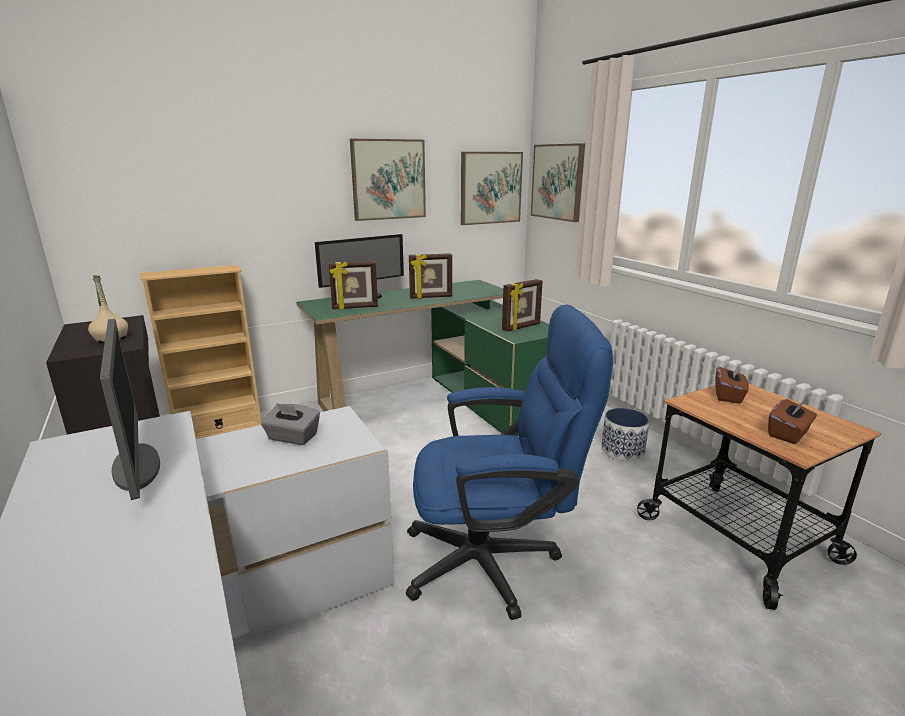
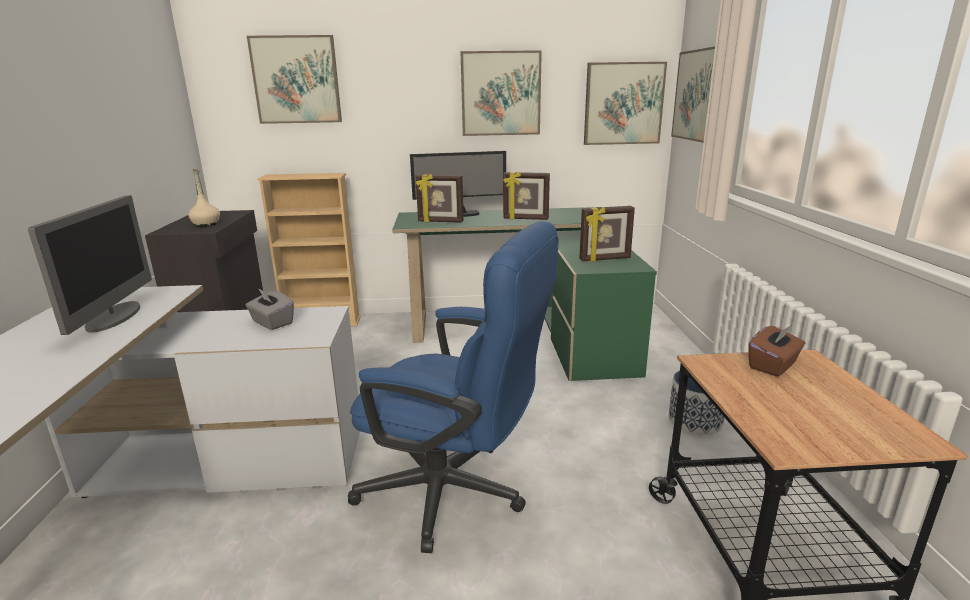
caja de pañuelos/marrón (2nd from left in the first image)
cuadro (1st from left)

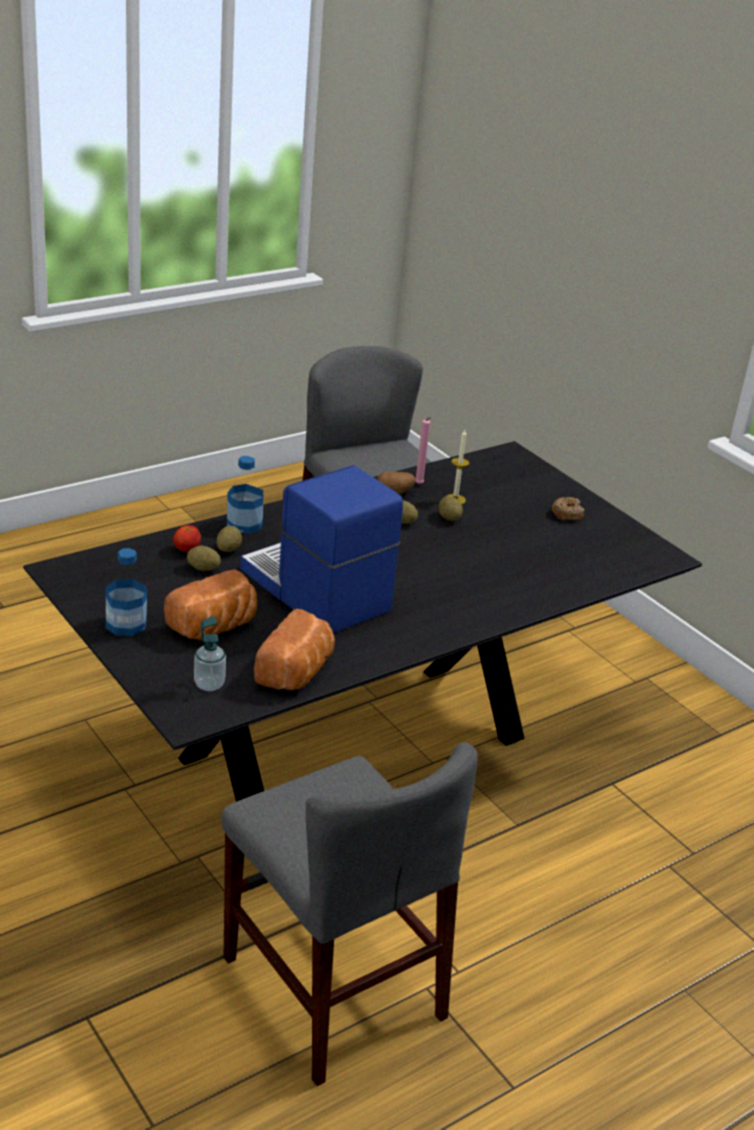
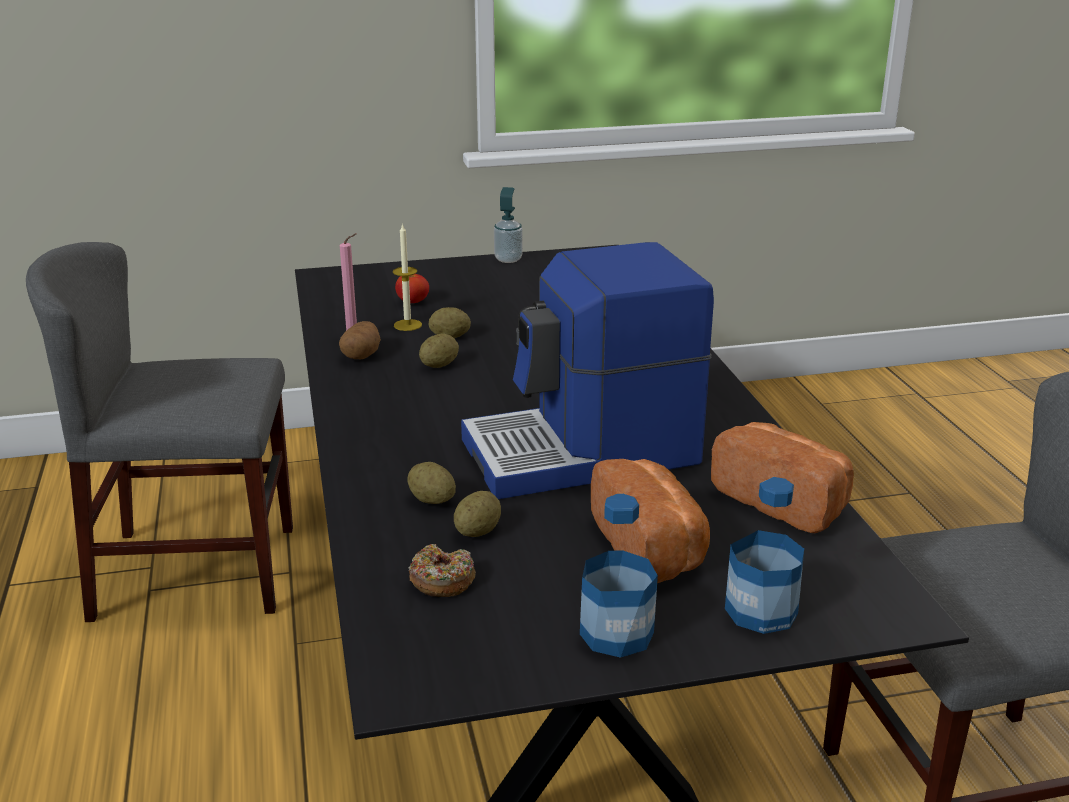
tomate
dispensador de jabón
botella (2nd from left)
rosquilla

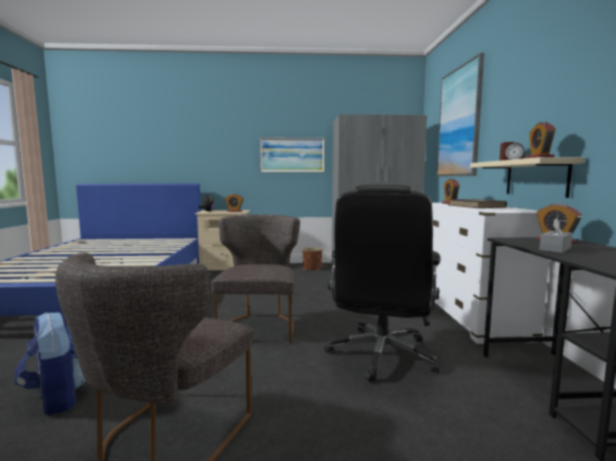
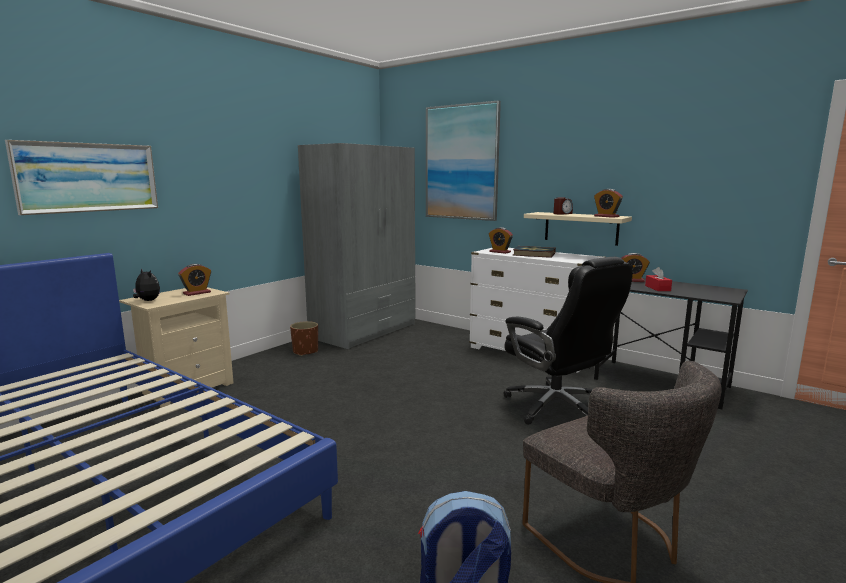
silla/gris (2nd from left in the first image)
cuadro (1st from left)
caja de pañuelos/rojo

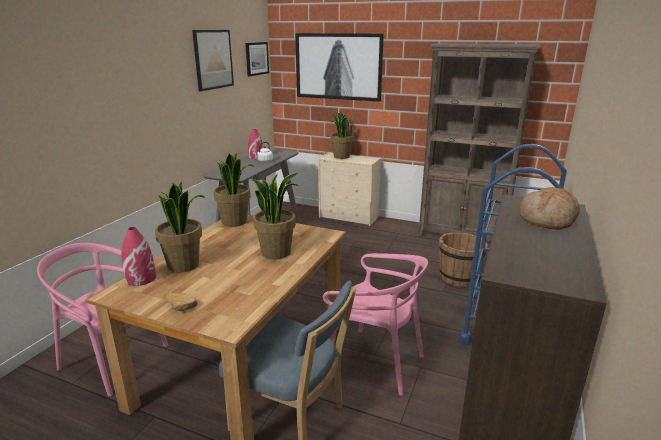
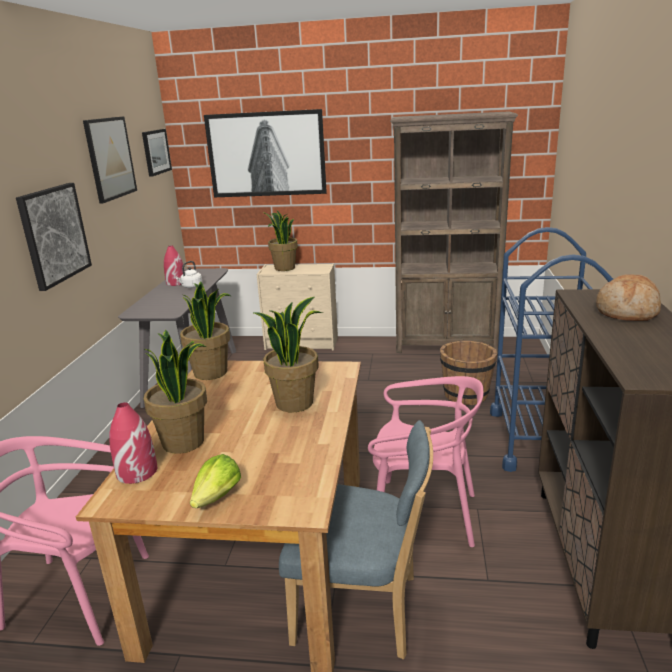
cuadro (1st from left)
lechuga

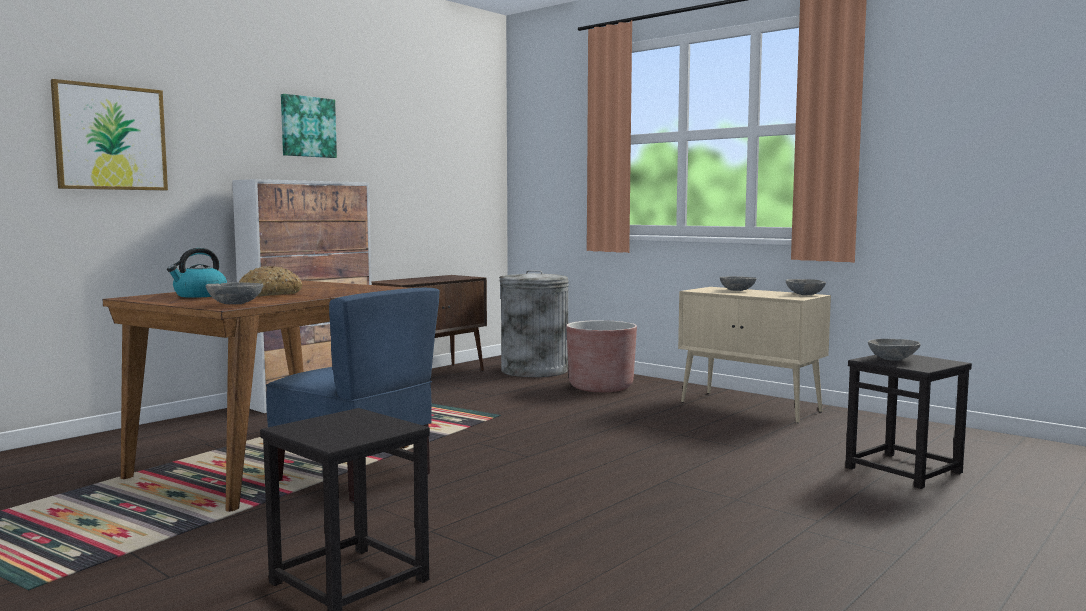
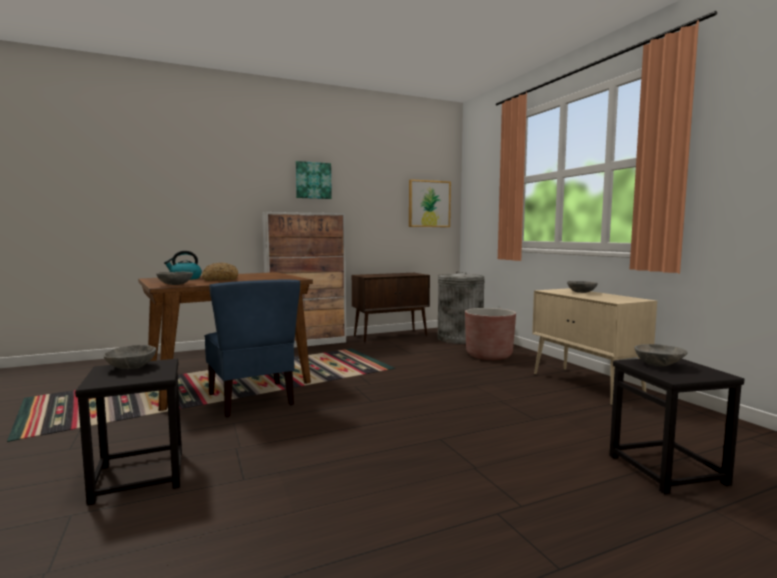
cuadro (2nd from left)
cuenco/gris (1st from left)

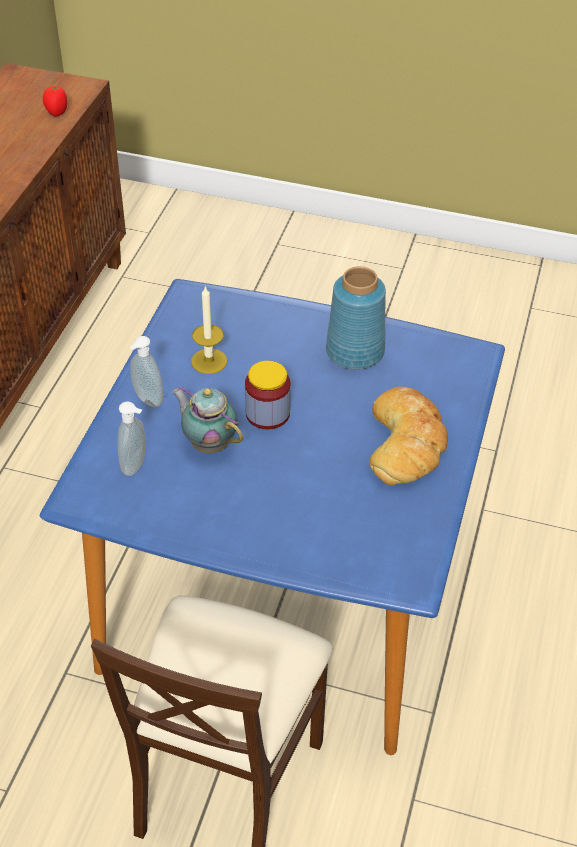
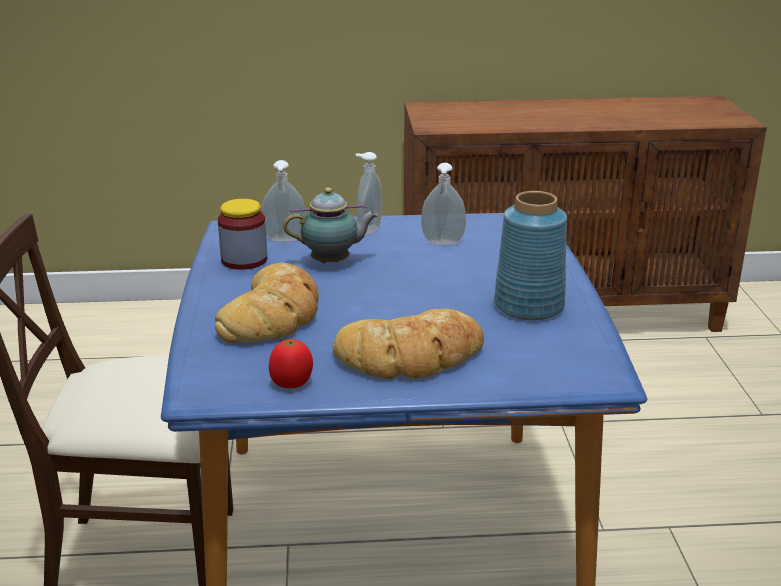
pan (1st from left)
tomate
tarro
dispensador de jabón (3rd from left)
tetera

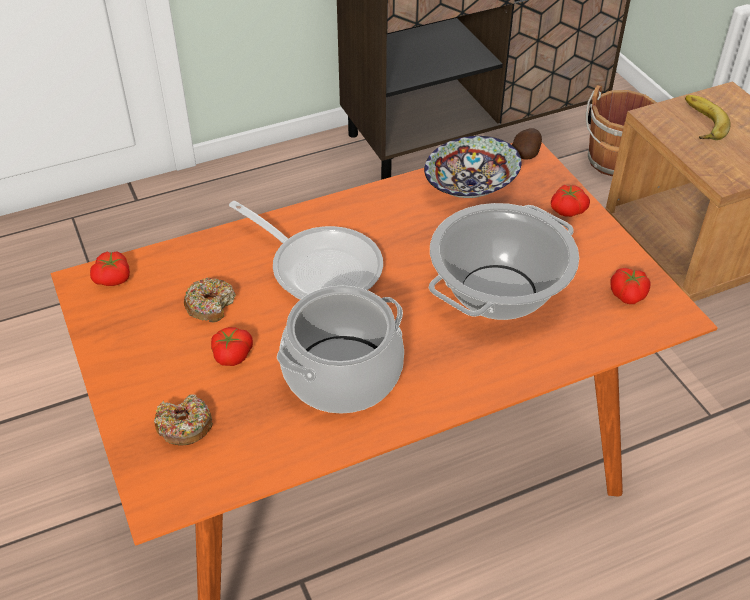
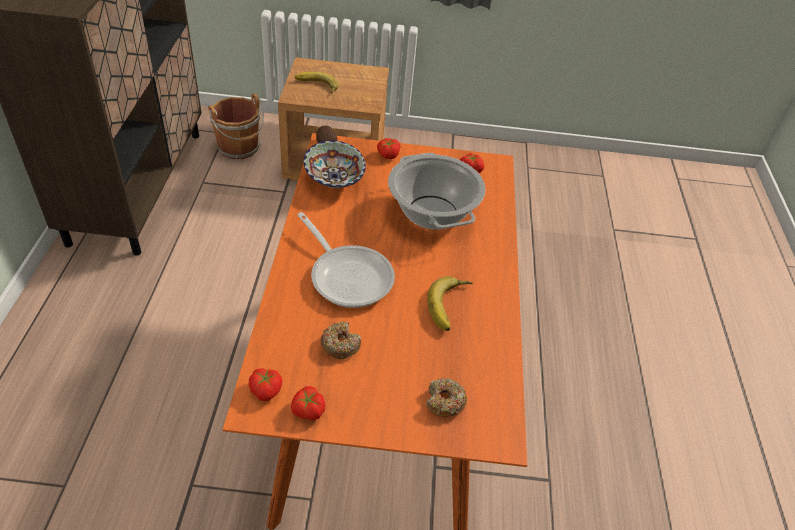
tomate (2nd from left)
plátano (2nd from left)
sartén

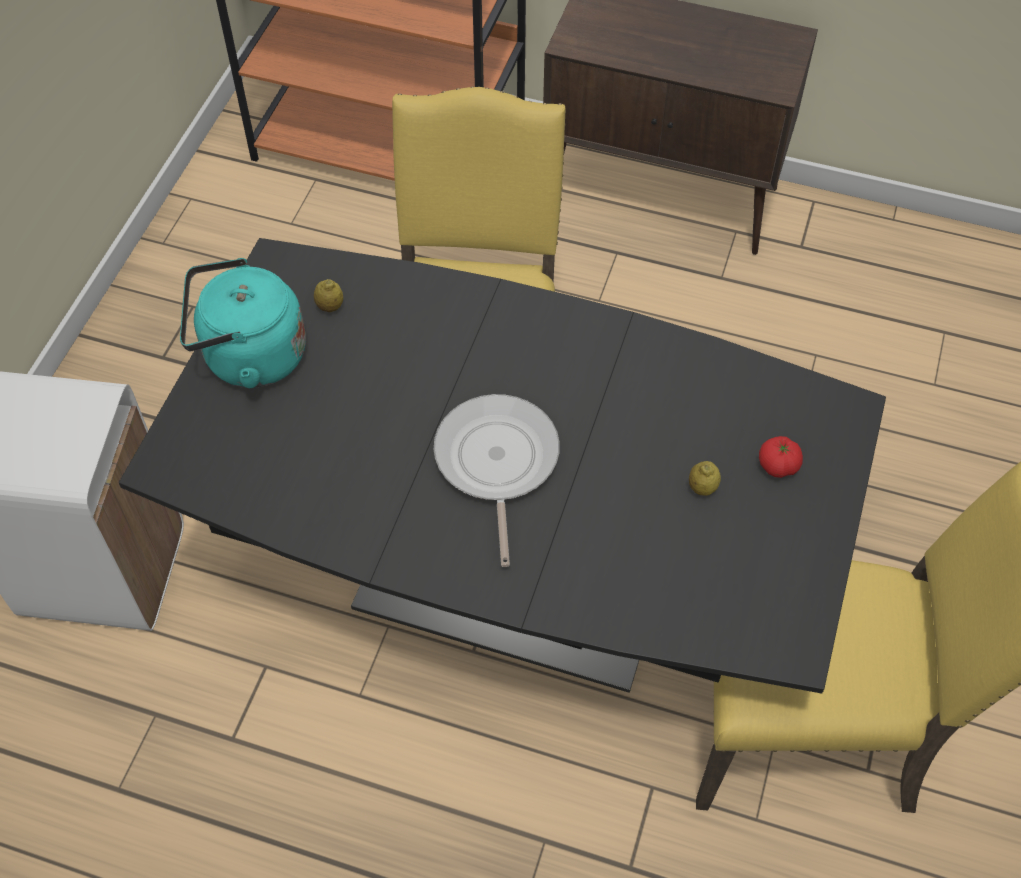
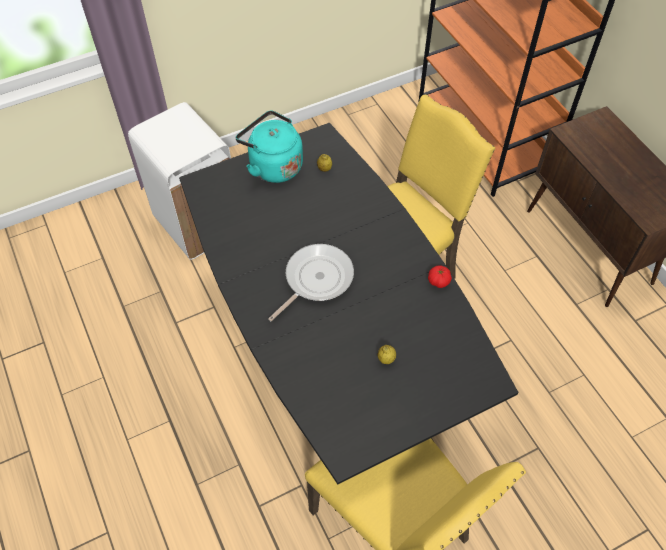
tomate

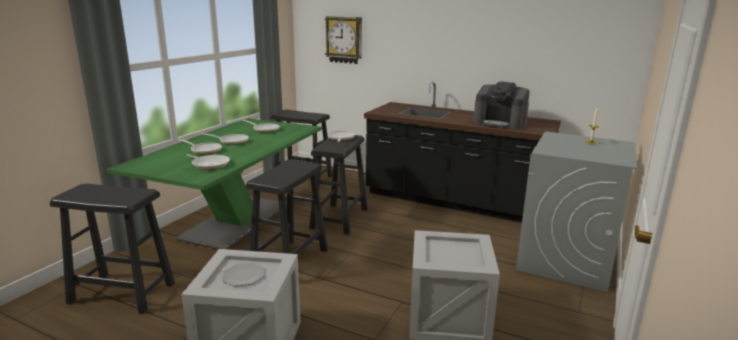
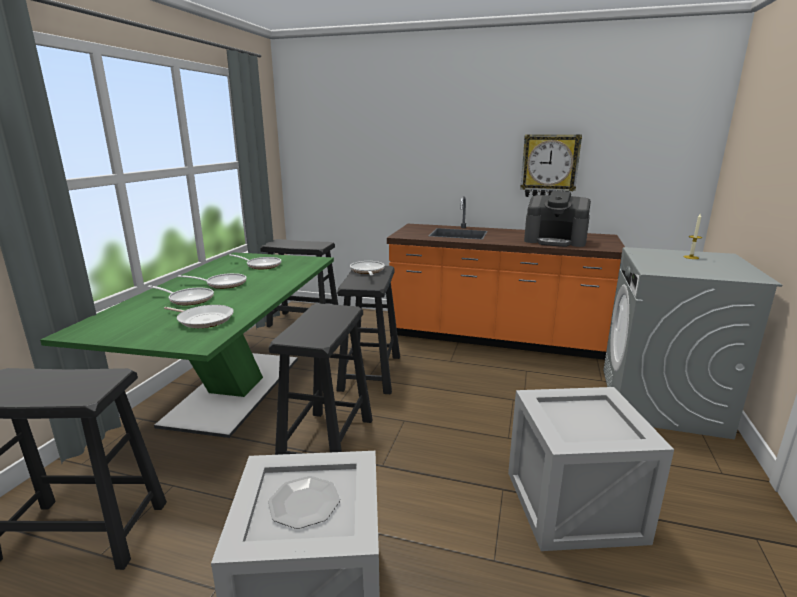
reloj de pared
mueble bajo de cocina/naranja

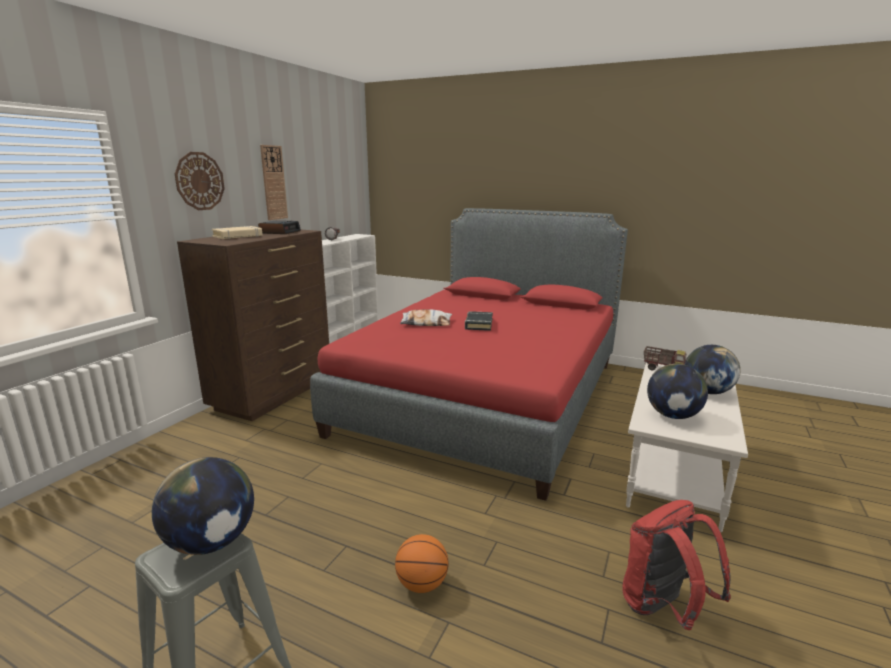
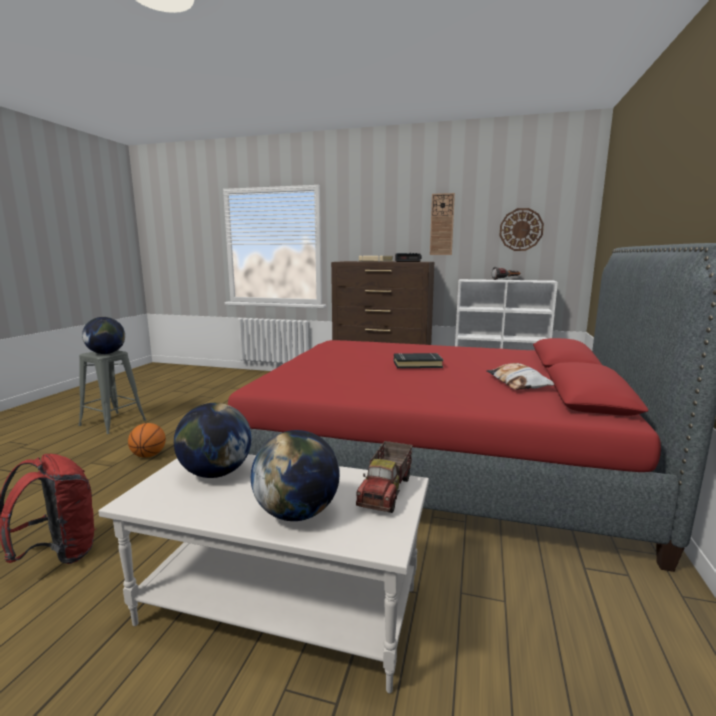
reloj de pared (2nd from left)
cojín

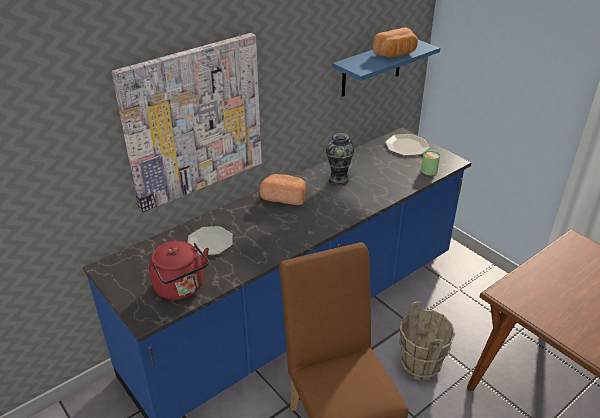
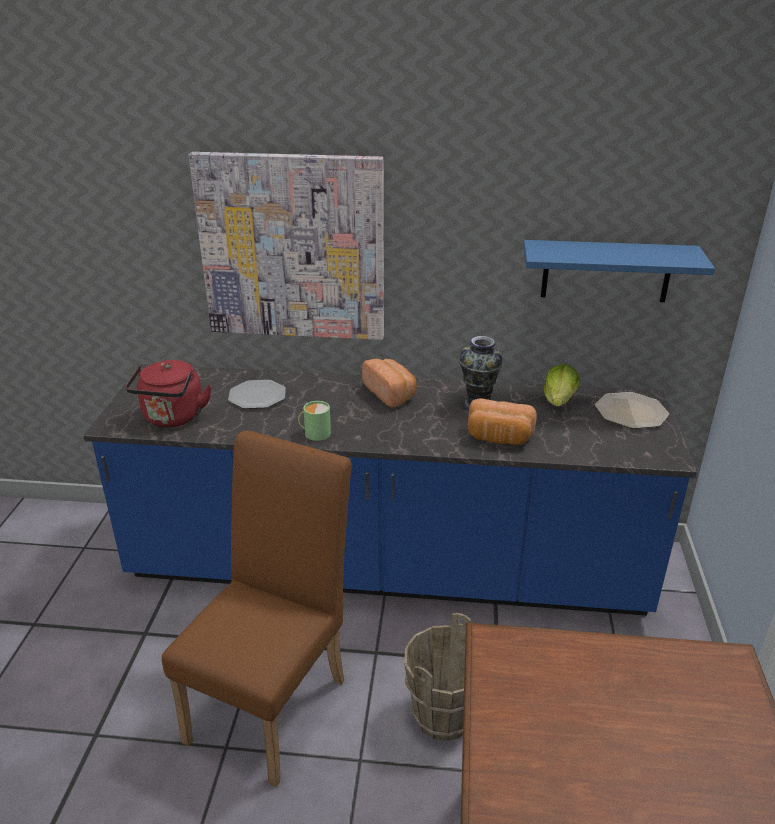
lechuga
pan (2nd from left)
taza grande/verde

